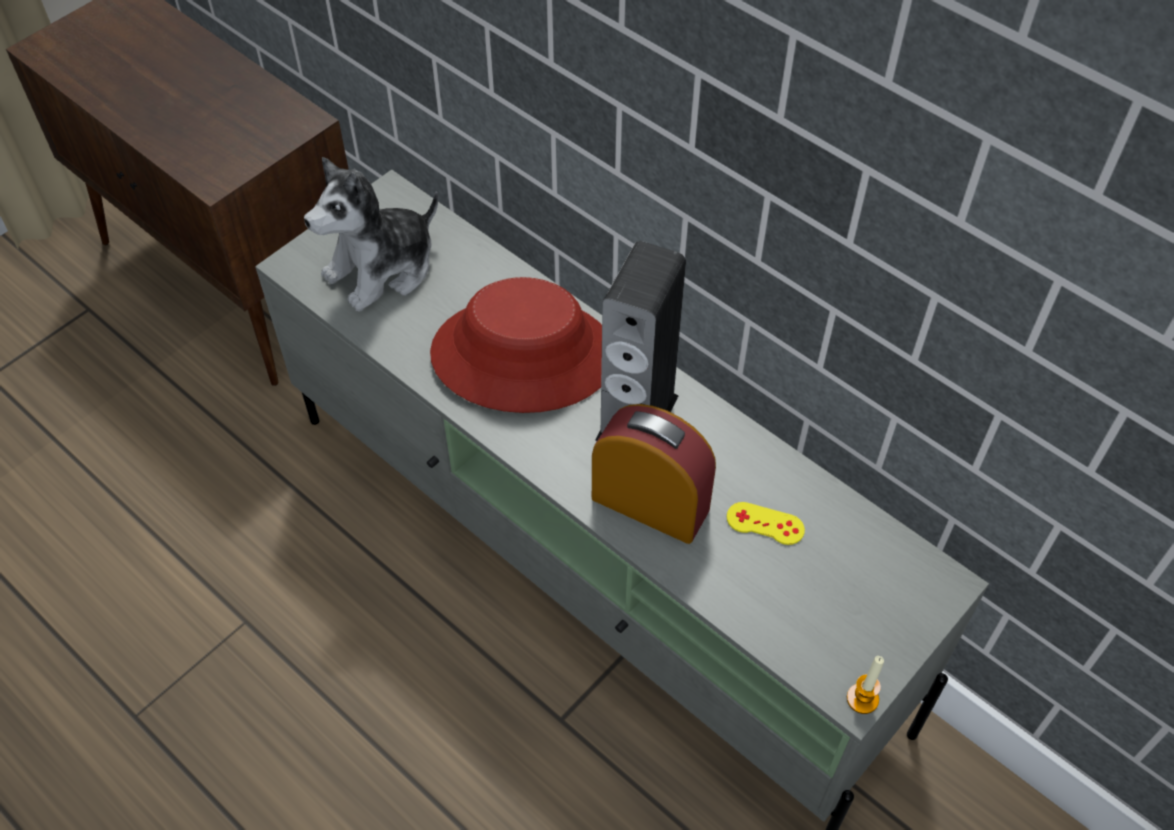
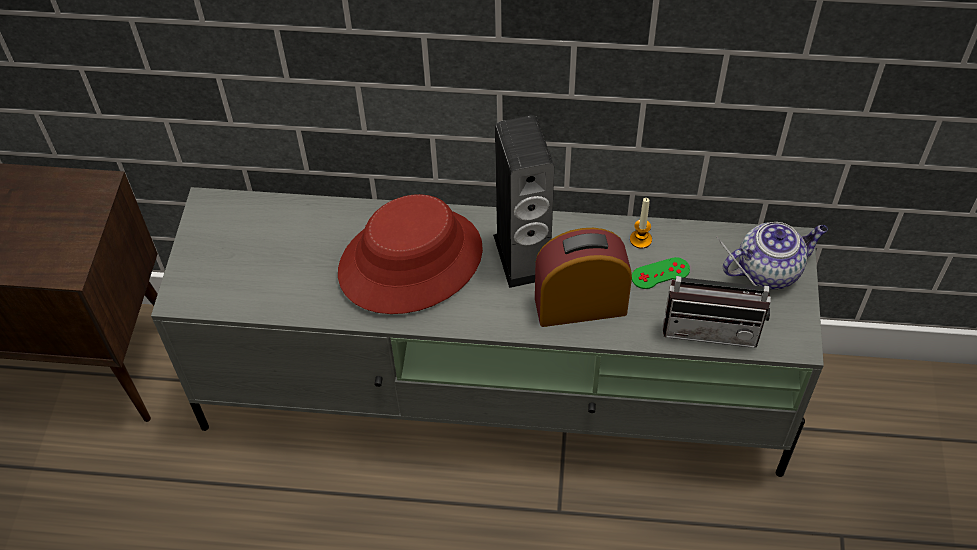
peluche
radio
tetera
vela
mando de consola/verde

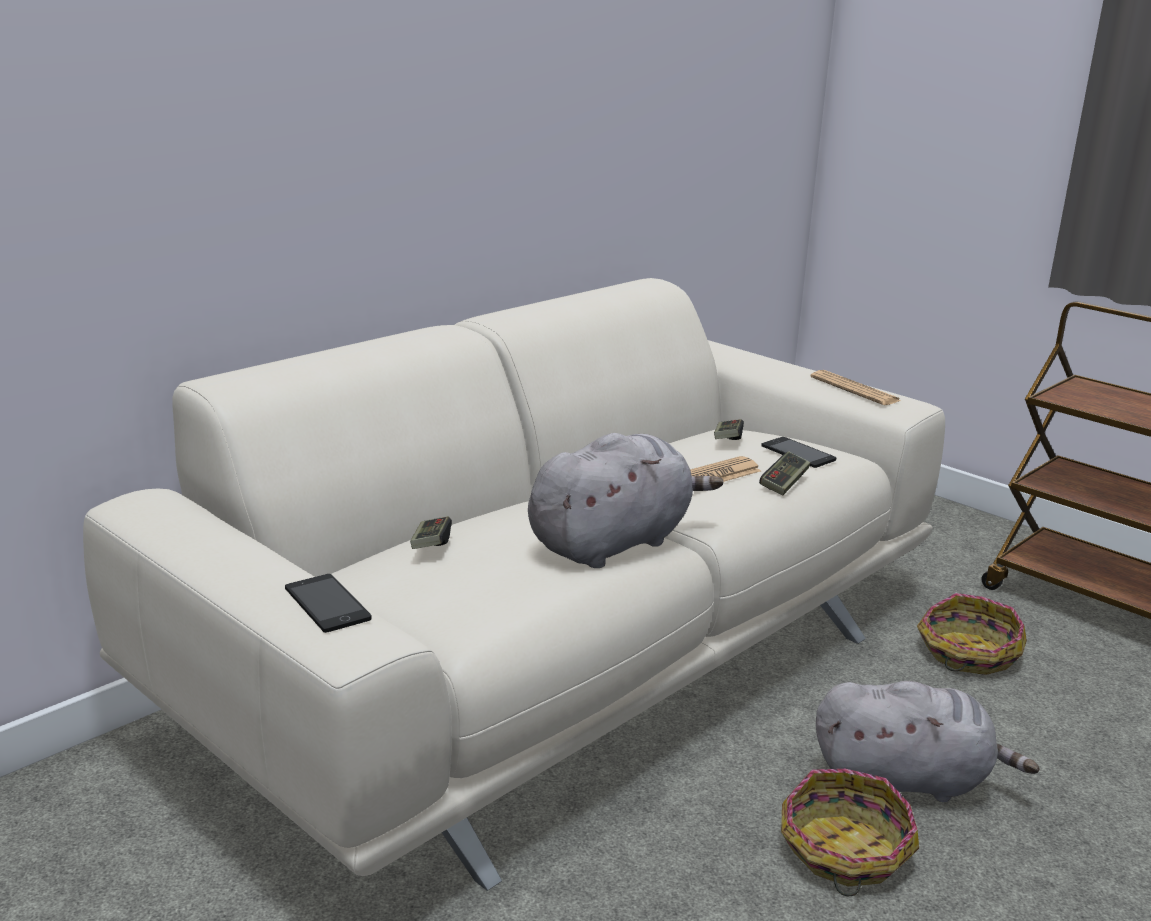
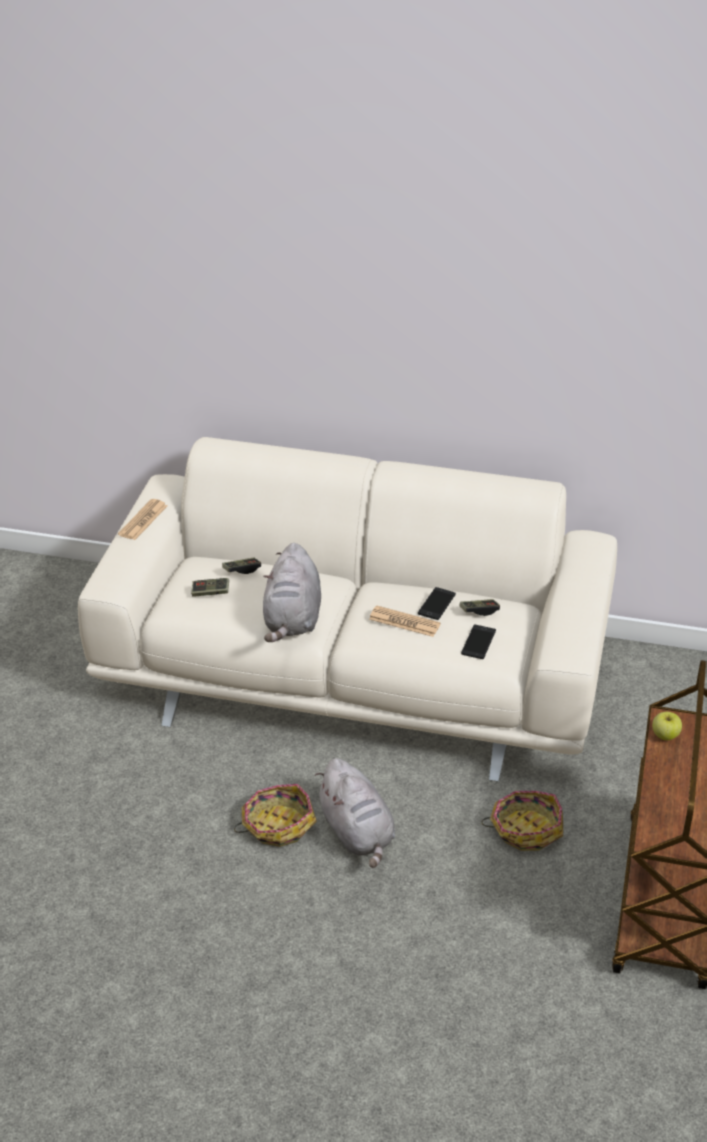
manzana
móvil (1st from left)
mando de consola (1st from left)
periódico (1st from left)
peluche/gris (1st from left)

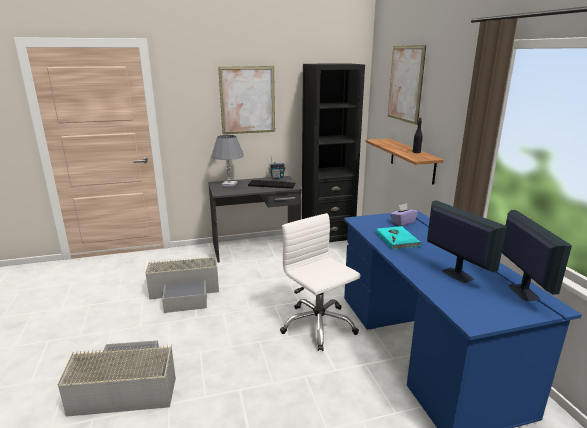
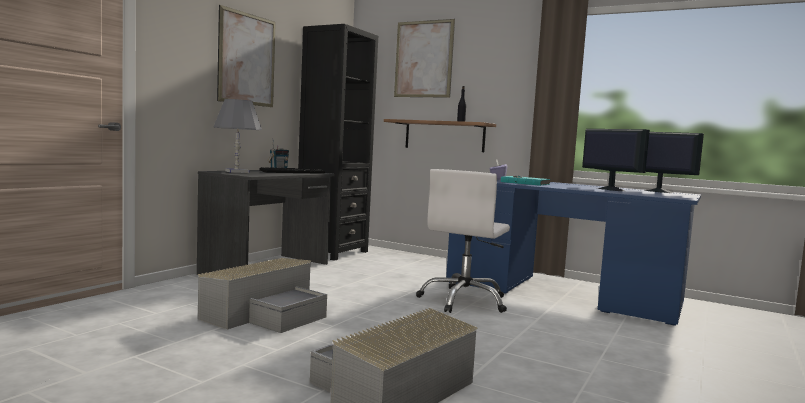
silla de oficina/blanco
monitor (1st from left)

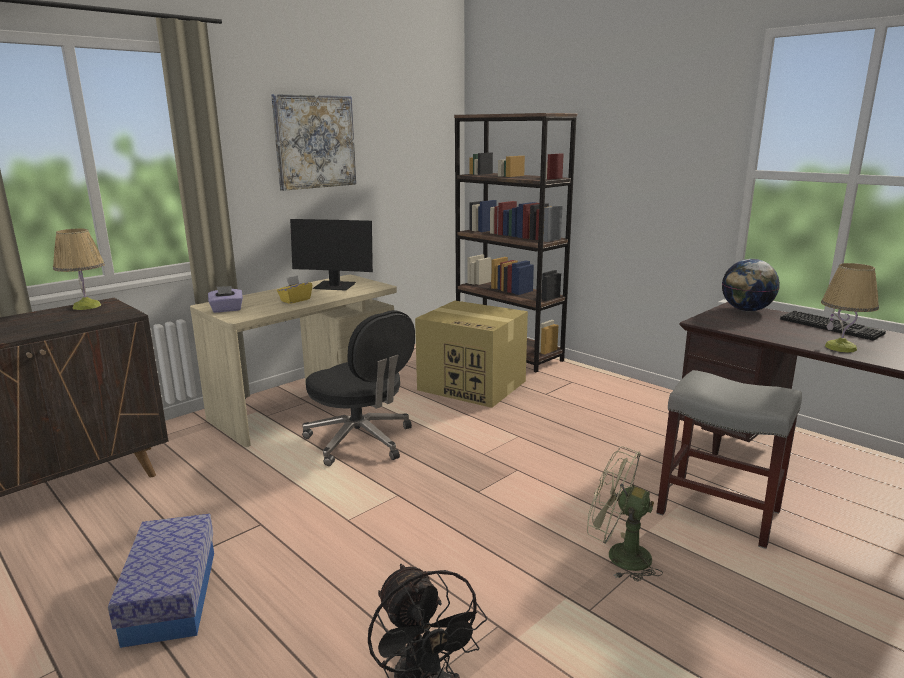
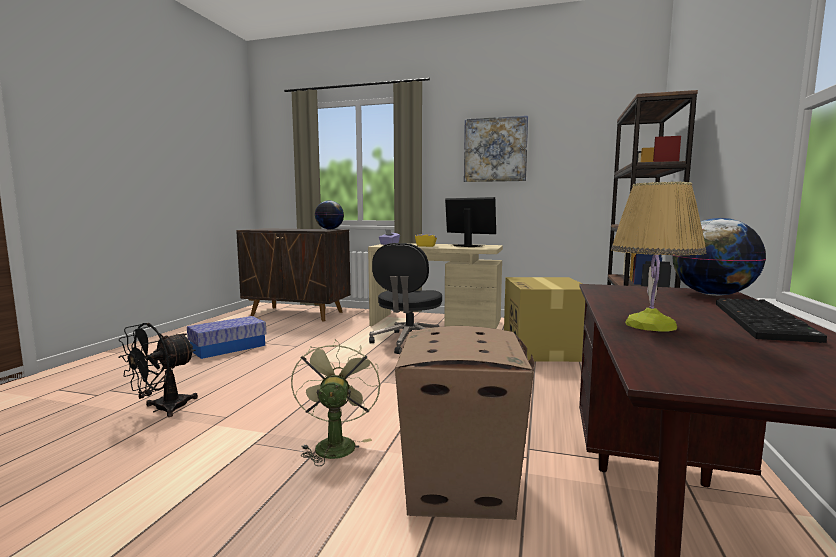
globo terráqueo (1st from left)
caja de cartón (1st from left)
monitor

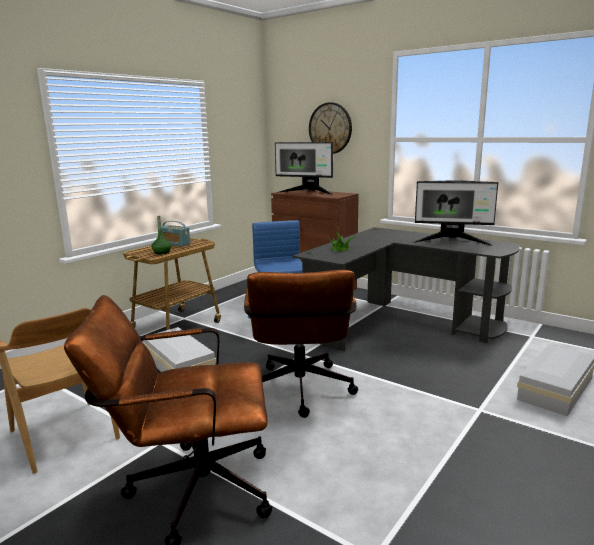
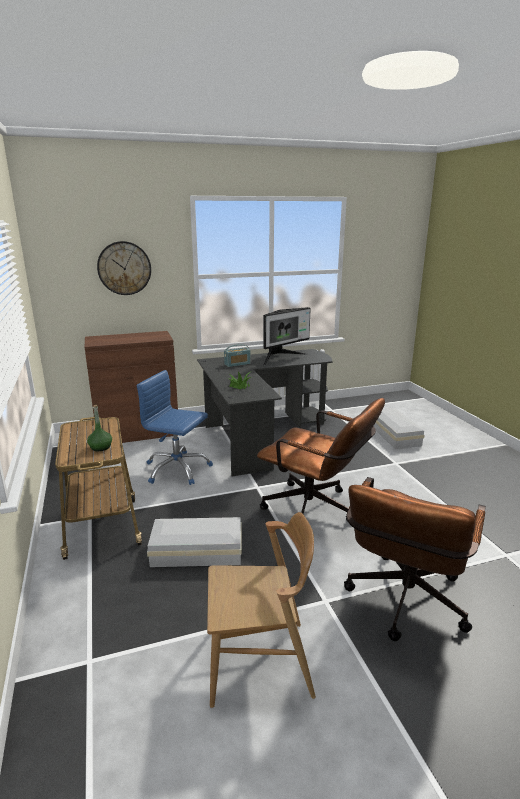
monitor (1st from left in the first image)
radio

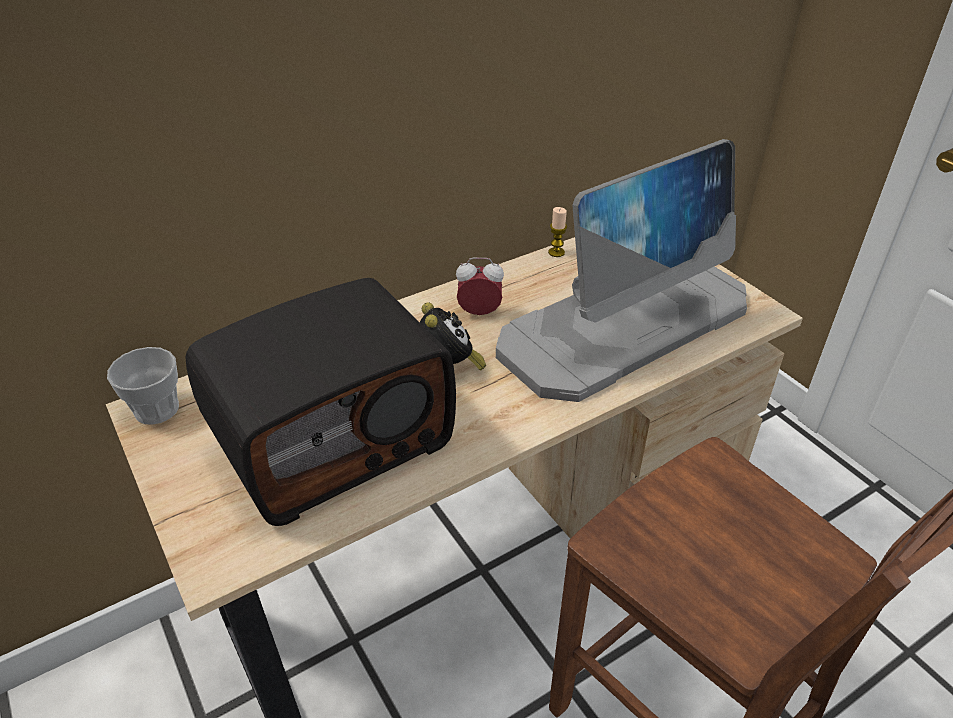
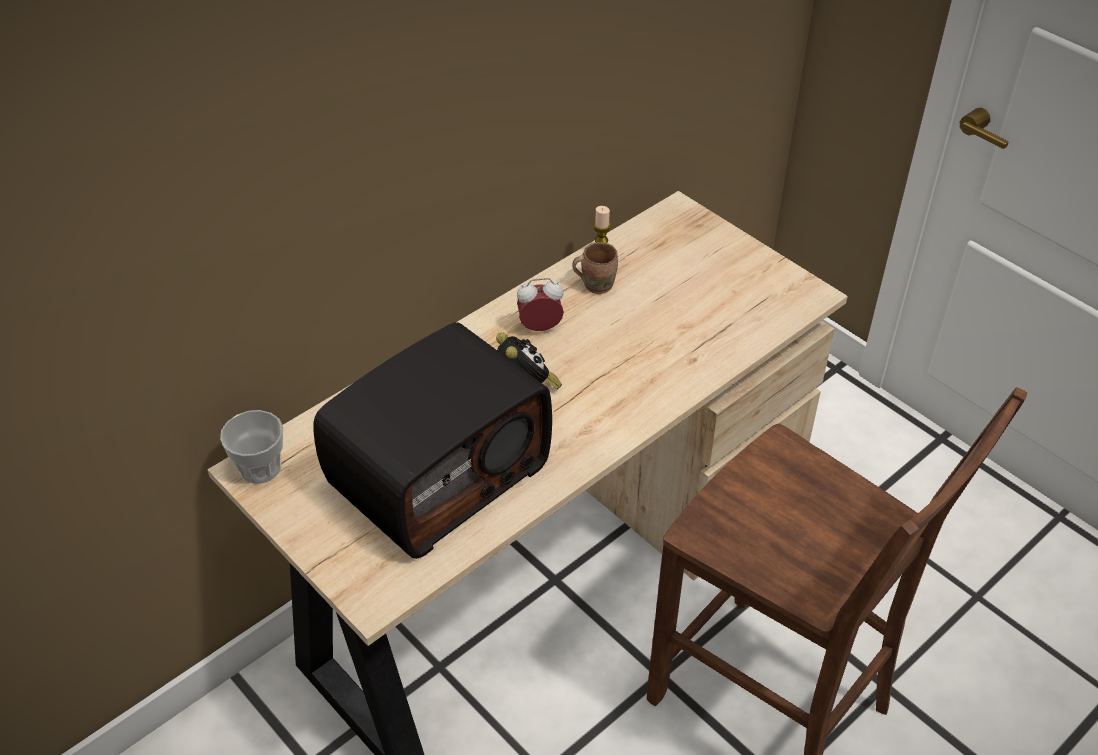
monitor
taza grande/marrón

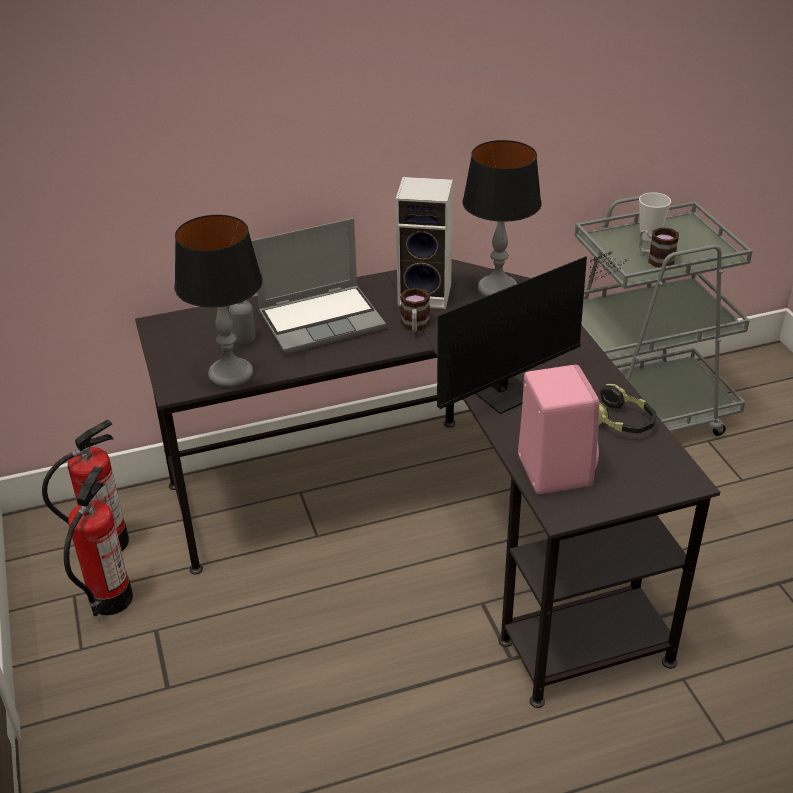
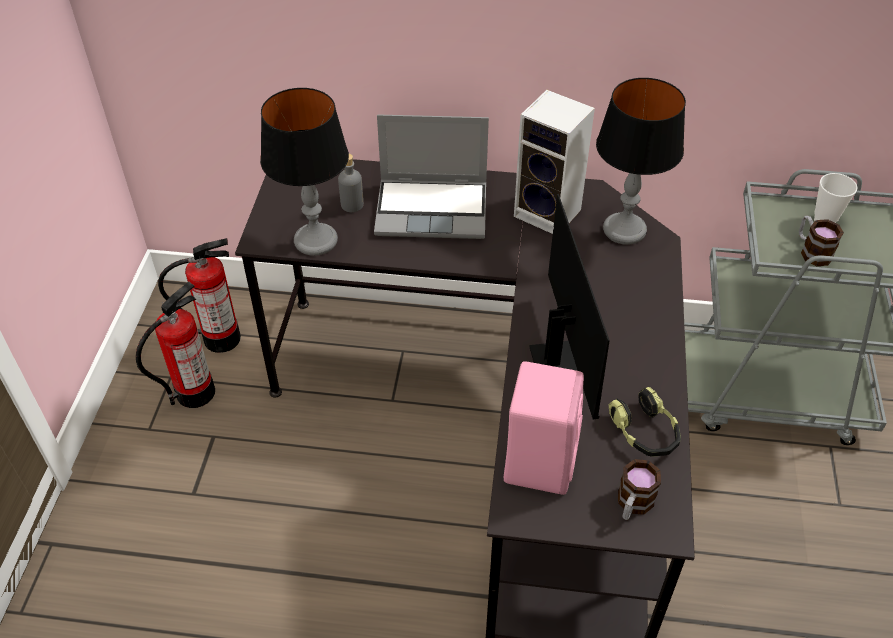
taza grande (1st from left)
monitor

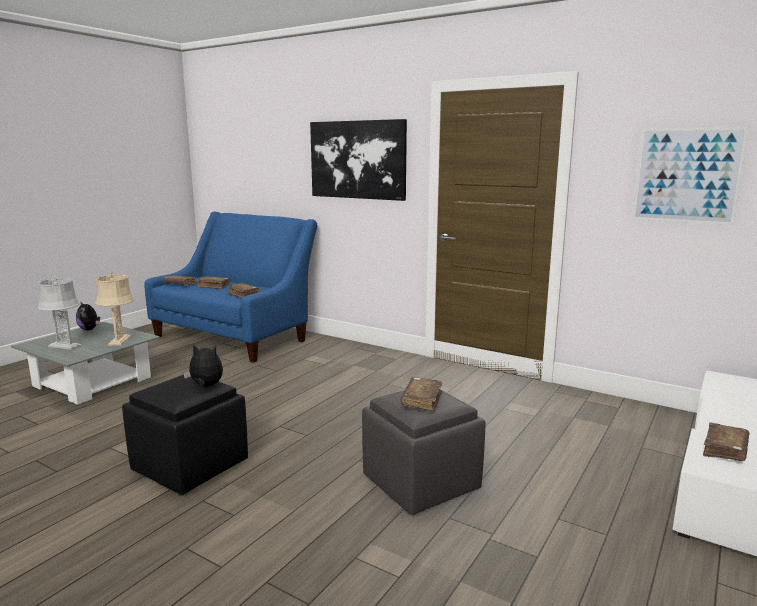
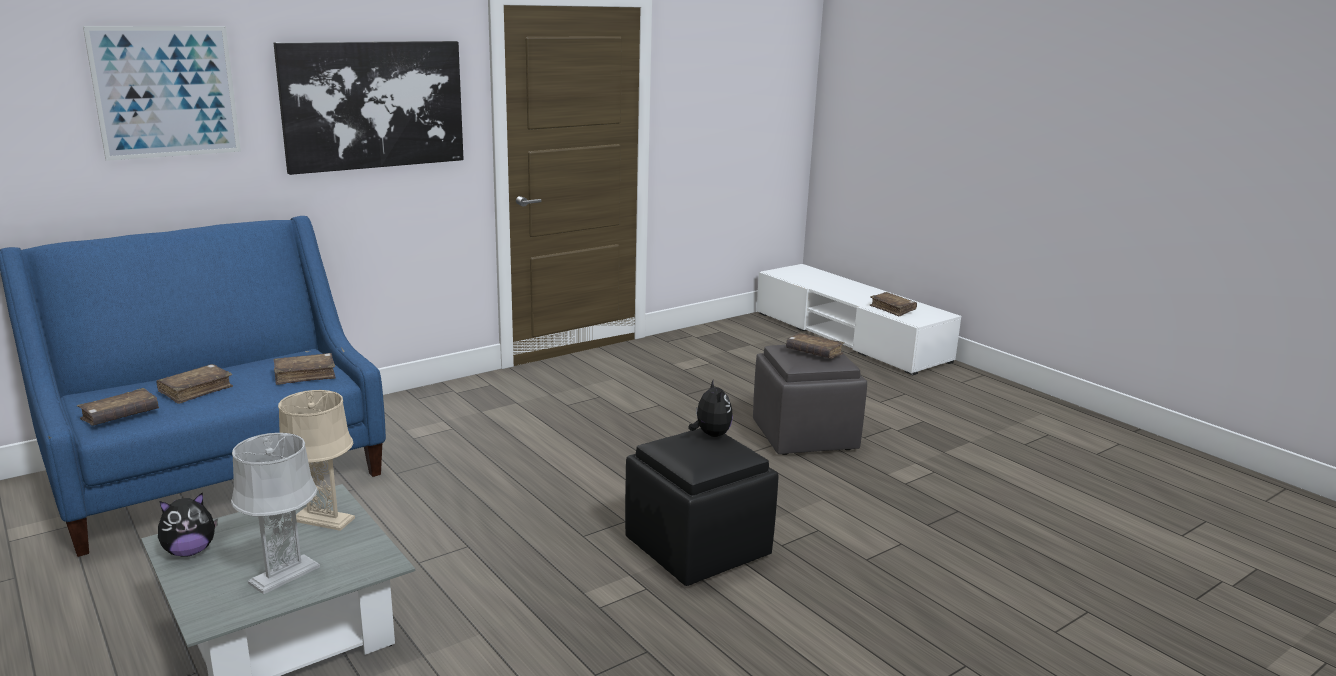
cuadro (1st from left)
peluche (2nd from left)

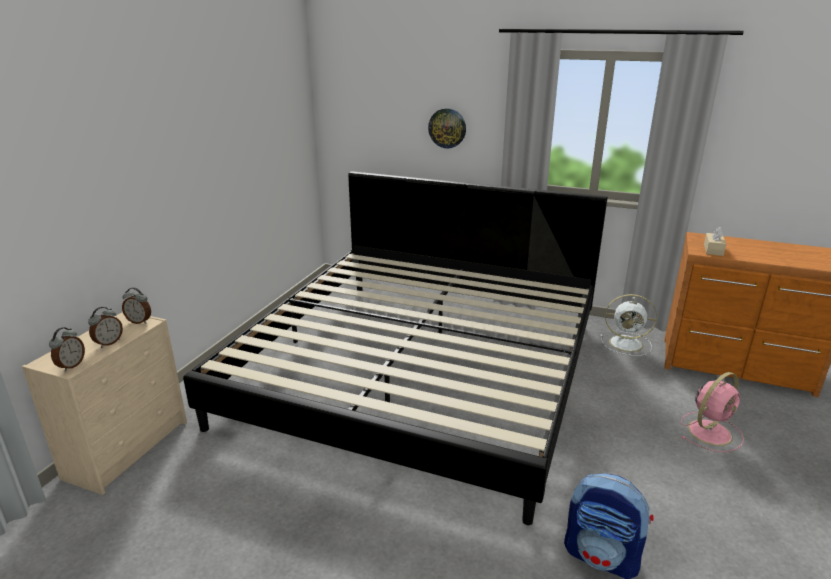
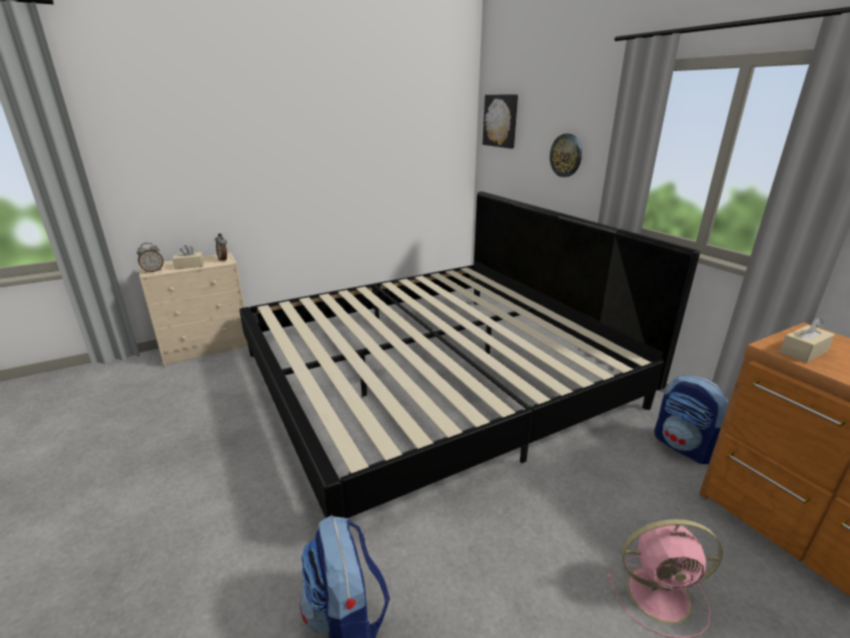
cuadro
caja de pañuelos/beis (1st from left)
mochila (2nd from left)

